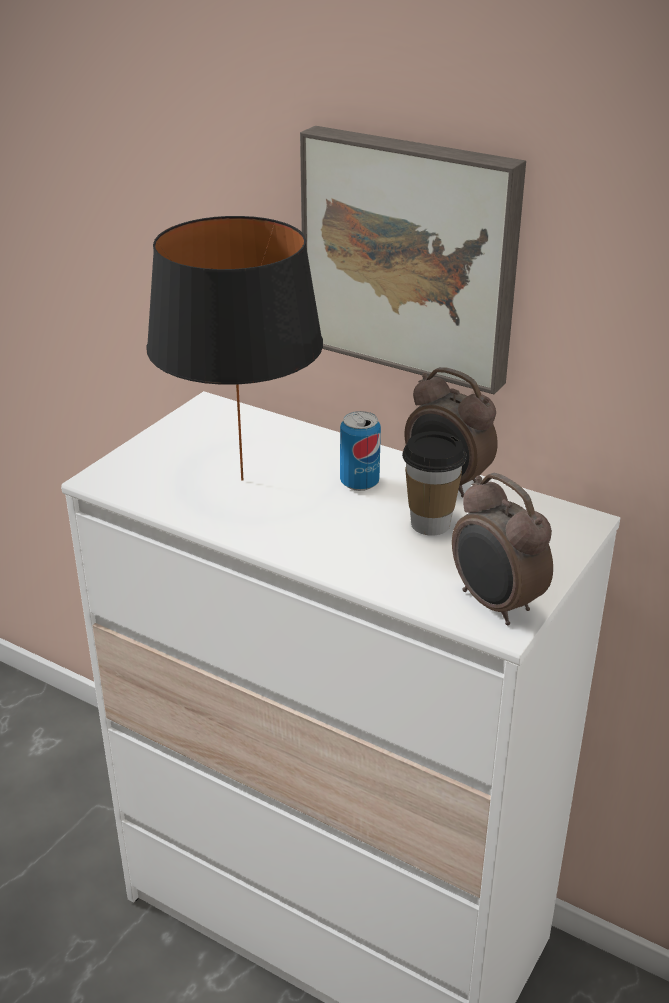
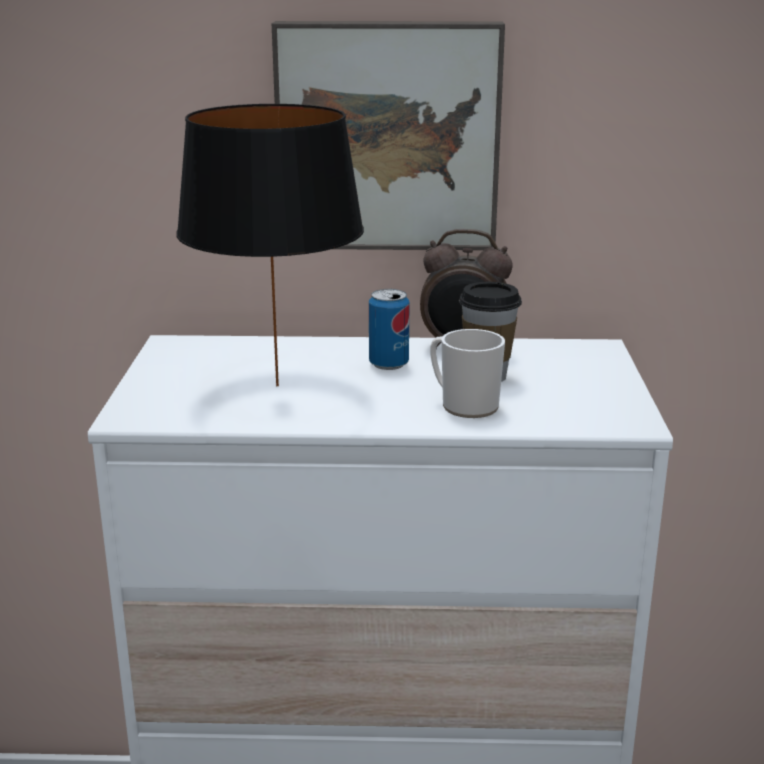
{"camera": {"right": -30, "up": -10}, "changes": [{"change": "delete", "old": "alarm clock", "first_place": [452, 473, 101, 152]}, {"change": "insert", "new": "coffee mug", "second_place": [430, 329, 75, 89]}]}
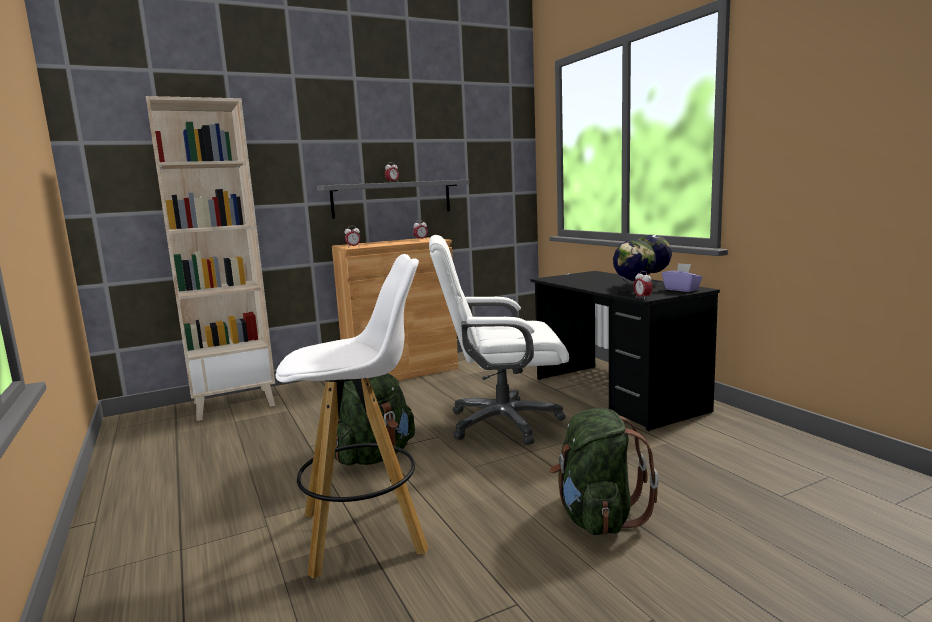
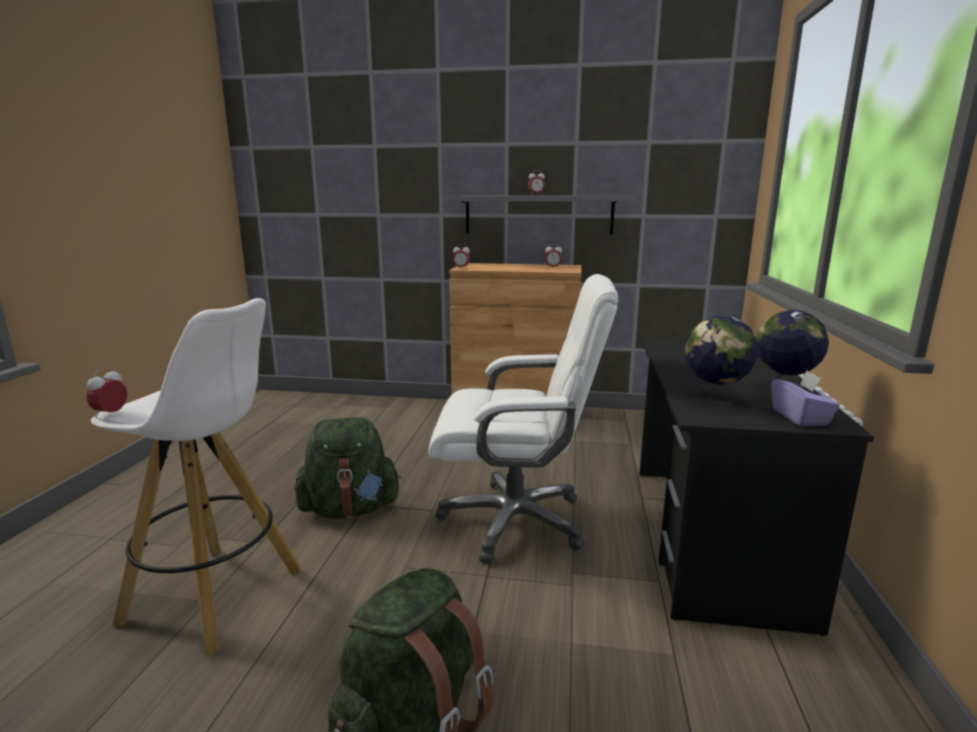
{"camera": {"right": 35, "up": 5}, "changes": [{"change": "delete", "old": "bookshelf/beige", "first_place": [146, 96, 129, 325]}, {"change": "rotate", "old": "computer chair/white", "first_place": [429, 235, 140, 210], "second_place": [429, 274, 189, 290], "degrees": 150}, {"change": "move", "old": "alarm clock", "first_place": [633, 271, 20, 29], "second_place": [87, 367, 40, 51]}]}
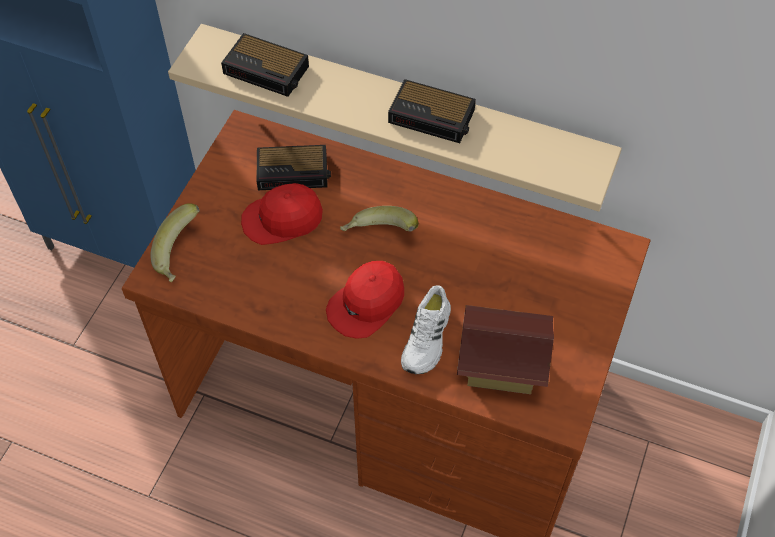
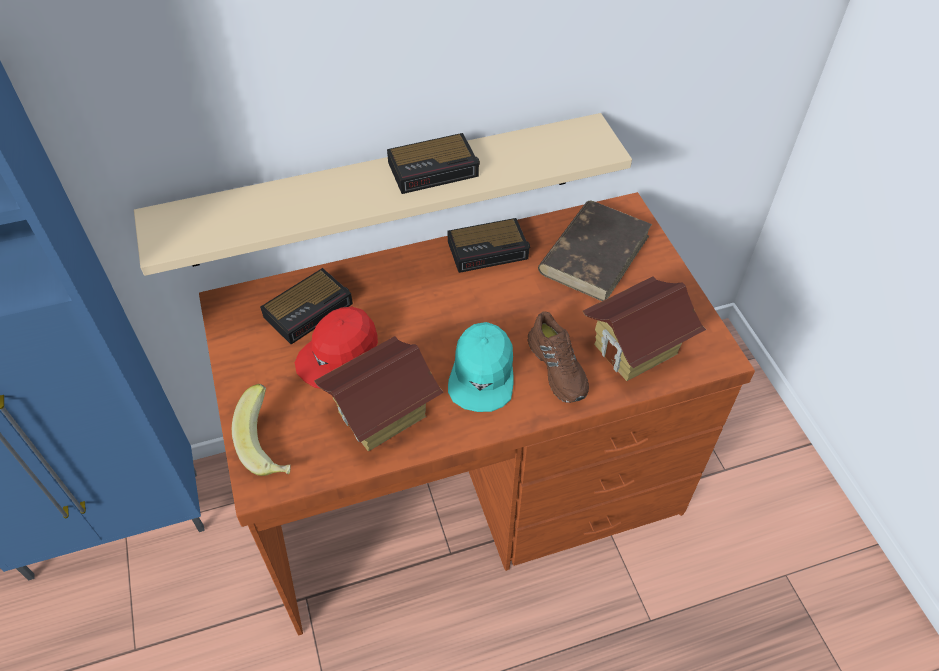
{"camera": {"right": -40, "up": -5}, "changes": [{"change": "move", "old": "alarm clock", "first_place": [221, 33, 88, 64], "second_place": [447, 218, 83, 55]}, {"change": "delete", "old": "whole banana", "first_place": [340, 206, 79, 26]}, {"change": "recolor", "old": "baseball cap/reddish", "new": "baseball cap/blue-green", "first_place": [326, 261, 78, 78], "second_place": [448, 322, 66, 90]}, {"change": "recolor", "old": "item of footwear/white", "new": "item of footwear/brown", "first_place": [401, 285, 50, 89], "second_place": [528, 312, 61, 91]}, {"change": "insert", "new": "bound book/brown", "second_place": [538, 200, 114, 101]}, {"change": "insert", "new": "model house", "second_place": [314, 336, 130, 115]}]}
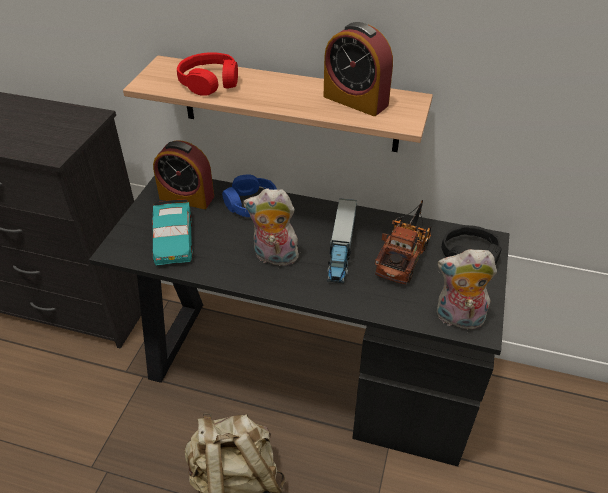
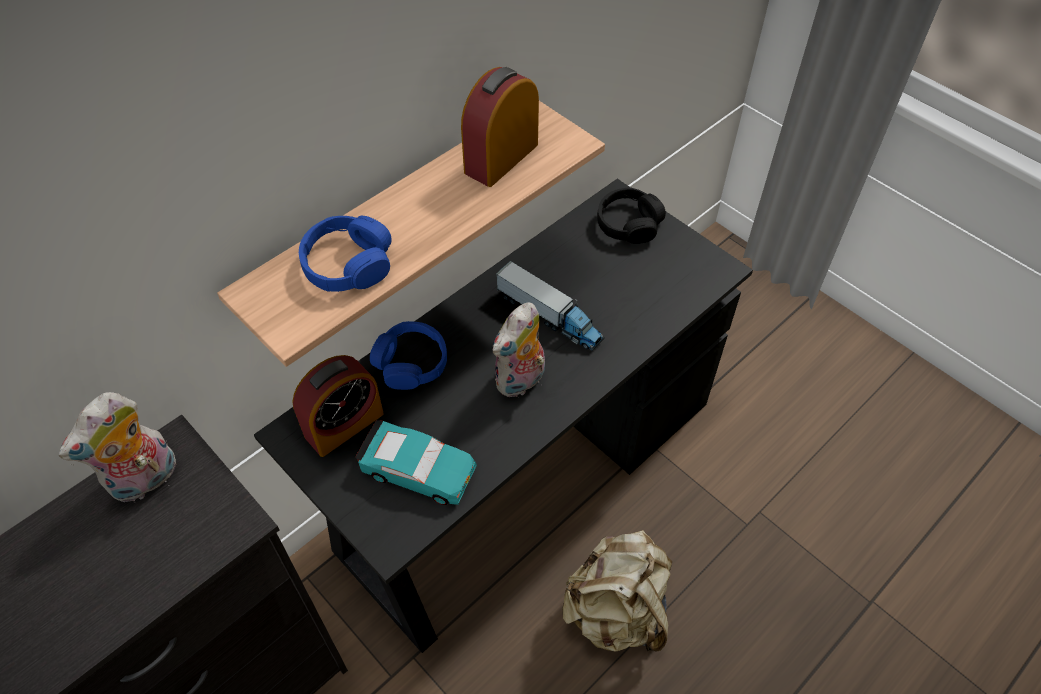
{"camera": {"right": -60, "up": 10}, "changes": [{"change": "rotate", "old": "alarm clock", "first_place": [323, 22, 70, 94], "second_place": [461, 67, 78, 120], "degrees": 150}, {"change": "recolor", "old": "pair of headphones/reddish", "new": "pair of headphones/blue-coloured", "first_place": [177, 52, 61, 44], "second_place": [299, 216, 93, 76]}, {"change": "delete", "old": "toy truck", "first_place": [375, 200, 56, 84]}, {"change": "move", "old": "soft toy", "first_place": [437, 249, 60, 81], "second_place": [59, 392, 118, 110]}]}
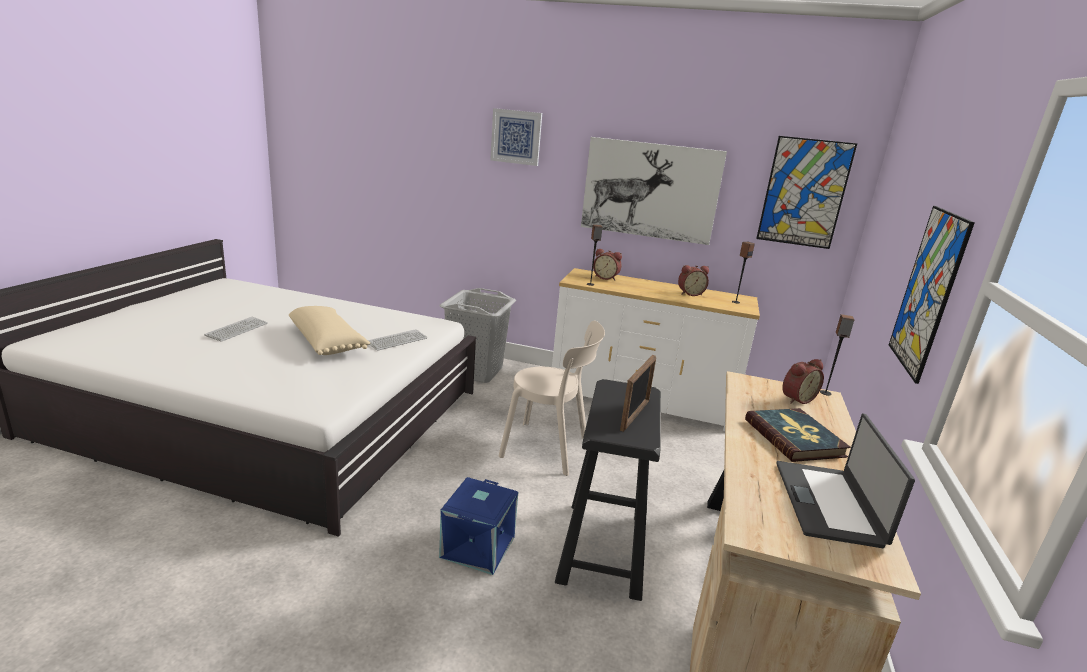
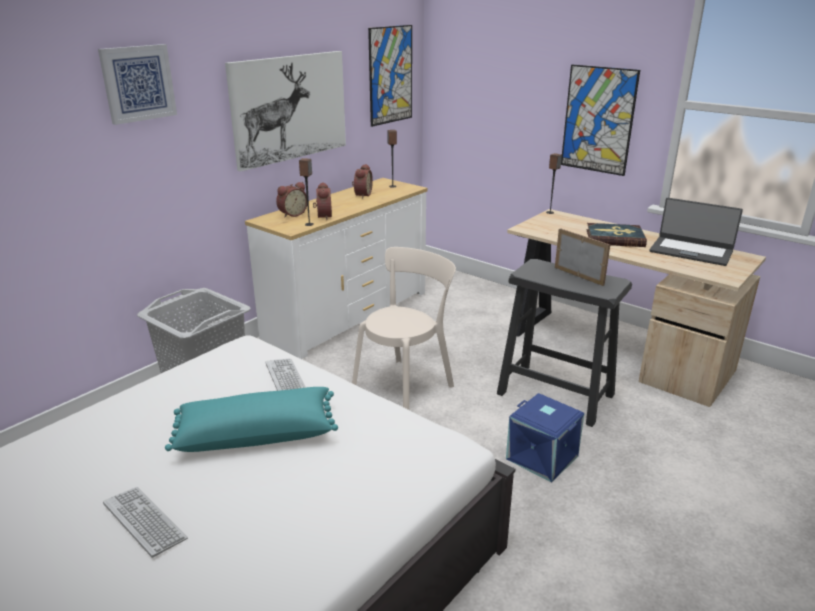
{"camera": {"right": -65, "up": 5}, "changes": [{"change": "recolor", "old": "throw pillow/beige", "new": "throw pillow/blue-green", "first_place": [289, 306, 81, 49], "second_place": [165, 387, 173, 65]}, {"change": "move", "old": "alarm clock", "first_place": [782, 359, 42, 45], "second_place": [313, 182, 19, 38]}]}
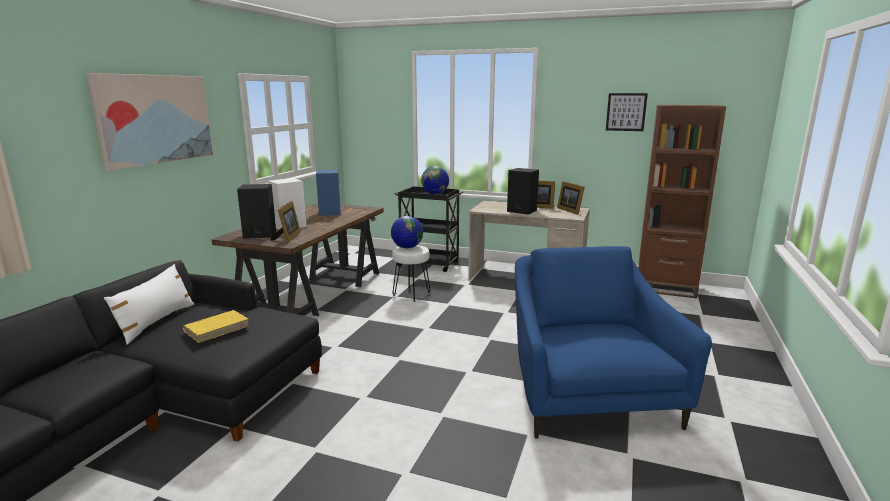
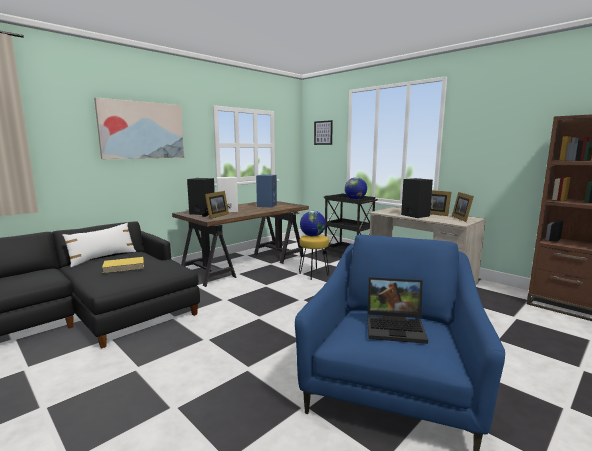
{"camera": {"right": 25, "up": -5}, "changes": [{"change": "move", "old": "wall art", "first_place": [606, 93, 42, 38], "second_place": [314, 120, 19, 25]}, {"change": "recolor", "old": "stool/white", "new": "stool/yellowish", "first_place": [392, 245, 39, 57], "second_place": [299, 235, 30, 45]}, {"change": "insert", "new": "laptop", "second_place": [367, 277, 61, 67]}]}
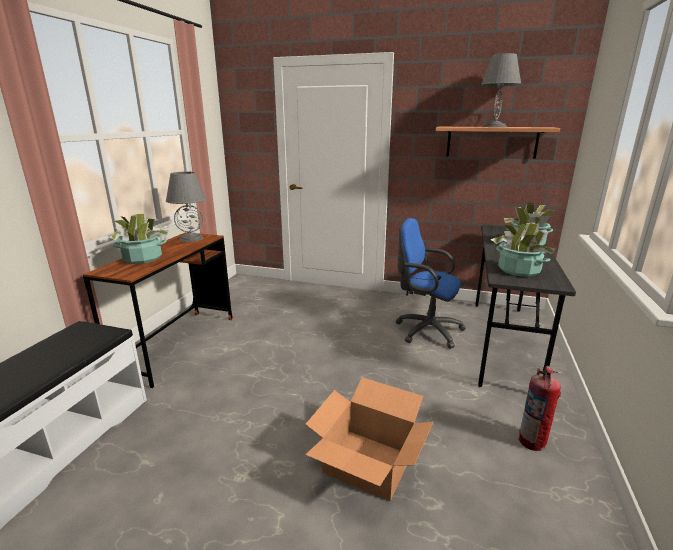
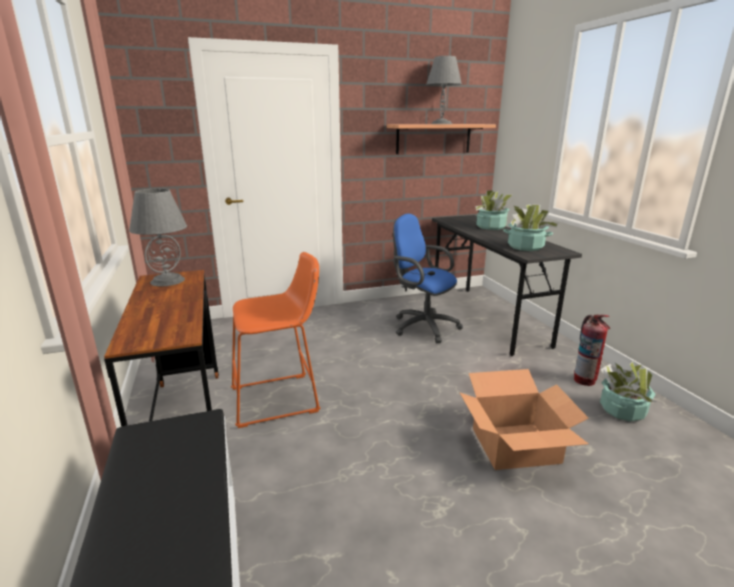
{"camera": {"right": -35, "up": 0}, "changes": [{"change": "move", "old": "houseplant", "first_place": [109, 213, 59, 51], "second_place": [600, 361, 56, 60]}, {"change": "rotate", "old": "computer chair/blue-coloured", "first_place": [396, 218, 70, 131], "second_place": [393, 214, 70, 129], "degrees": 45}, {"change": "insert", "new": "stool/orangey", "second_place": [231, 252, 89, 176]}]}
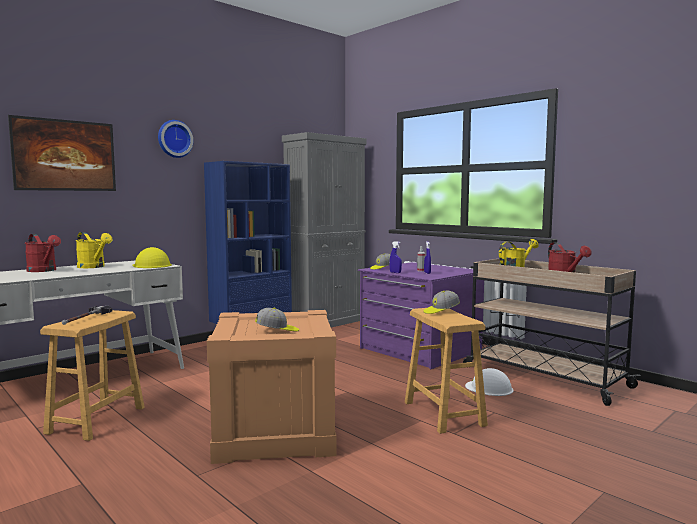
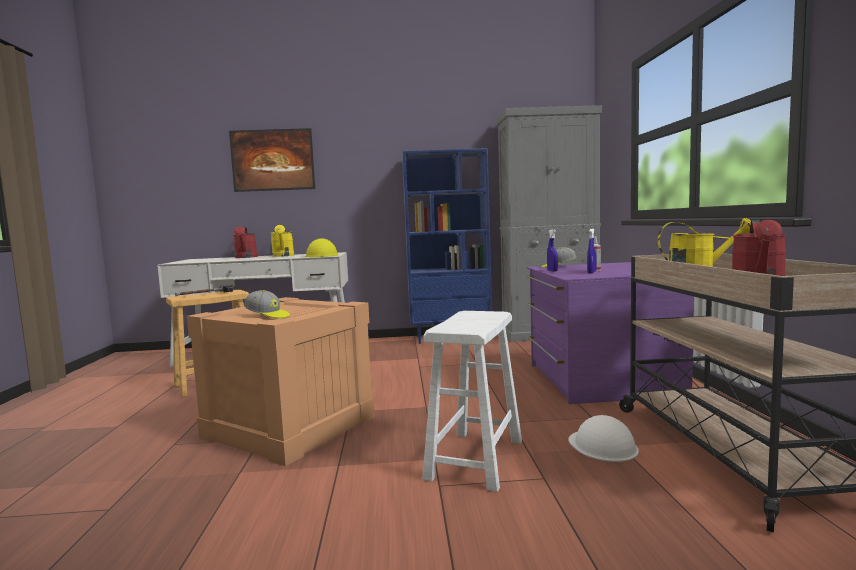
{"camera": {"right": 40, "up": 0}, "changes": [{"change": "delete", "old": "hanging clock", "first_place": [158, 120, 35, 38]}, {"change": "delete", "old": "baseball cap", "first_place": [423, 291, 37, 23]}, {"change": "recolor", "old": "stool/brown", "new": "stool/white", "first_place": [405, 308, 83, 126], "second_place": [422, 311, 100, 181]}]}
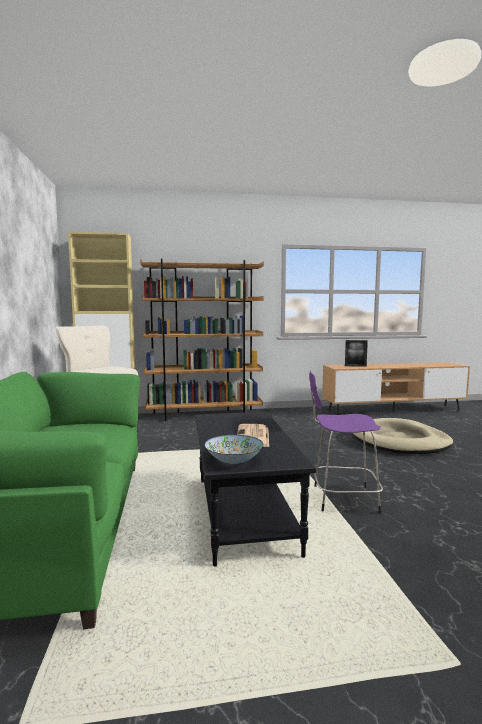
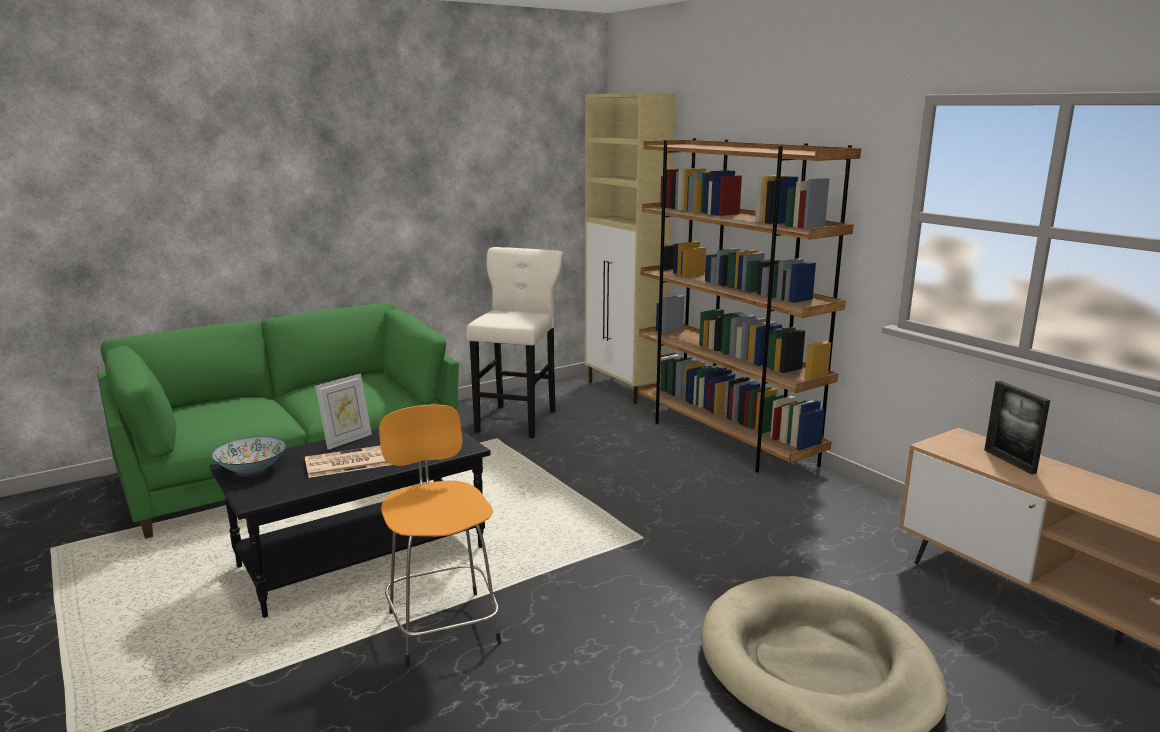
{"camera": {"right": 65, "up": 10}, "changes": [{"change": "recolor", "old": "stool/purple-coloured", "new": "stool/orangey", "first_place": [309, 371, 74, 142], "second_place": [379, 404, 122, 263]}, {"change": "insert", "new": "standing frame", "second_place": [315, 373, 57, 77]}]}
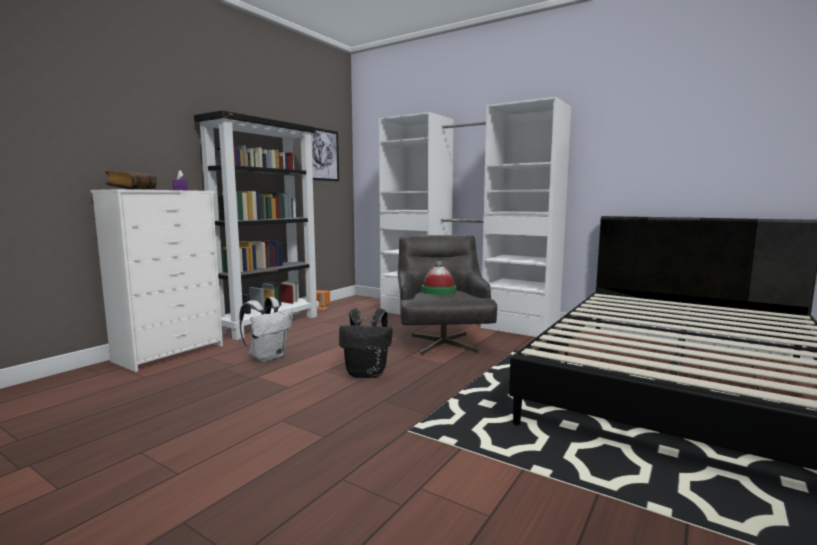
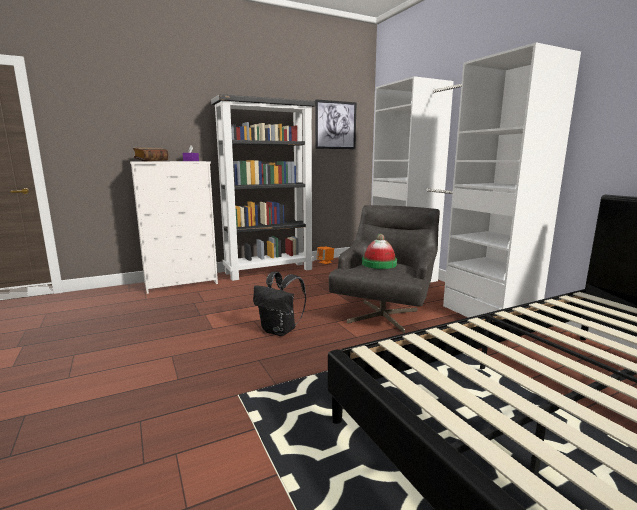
{"camera": {"right": 30, "up": 5}, "changes": [{"change": "delete", "old": "rucksack/white", "first_place": [239, 297, 54, 65]}]}
